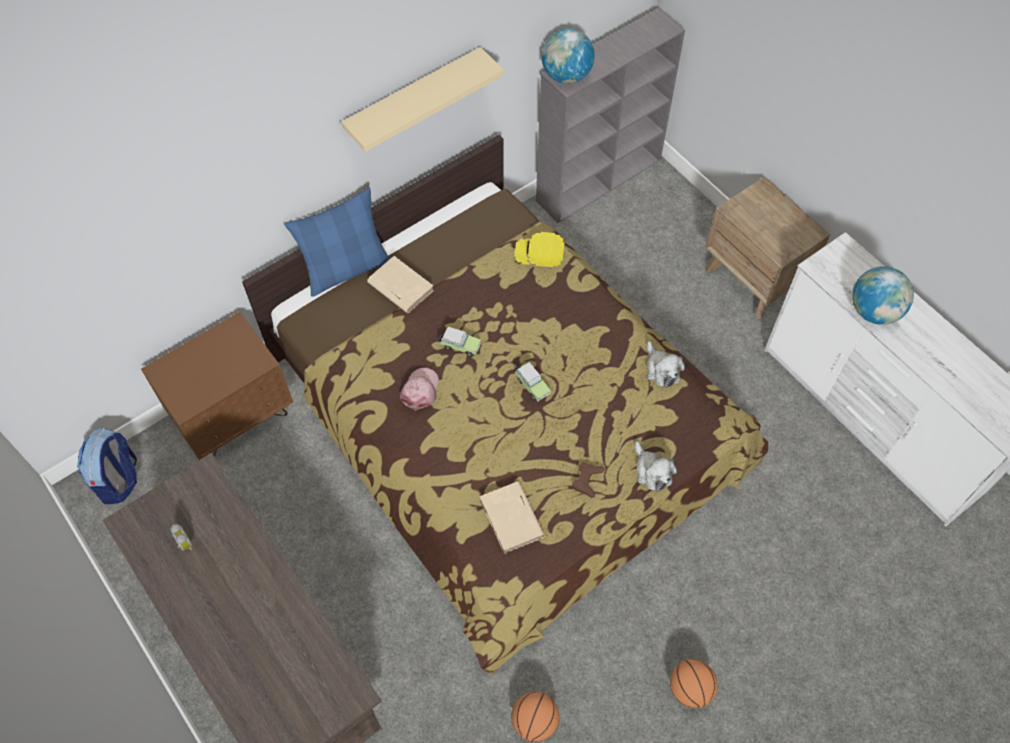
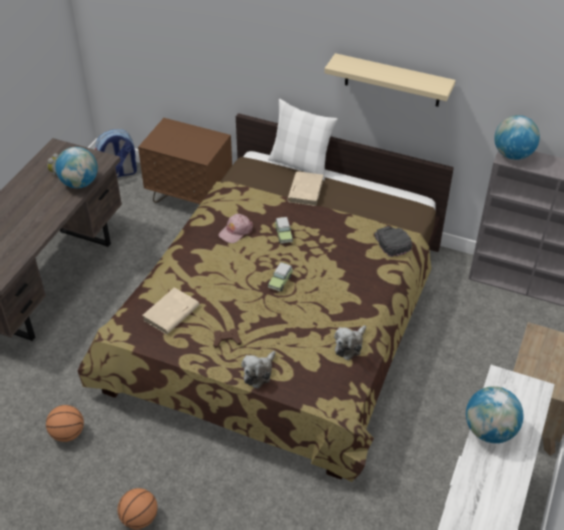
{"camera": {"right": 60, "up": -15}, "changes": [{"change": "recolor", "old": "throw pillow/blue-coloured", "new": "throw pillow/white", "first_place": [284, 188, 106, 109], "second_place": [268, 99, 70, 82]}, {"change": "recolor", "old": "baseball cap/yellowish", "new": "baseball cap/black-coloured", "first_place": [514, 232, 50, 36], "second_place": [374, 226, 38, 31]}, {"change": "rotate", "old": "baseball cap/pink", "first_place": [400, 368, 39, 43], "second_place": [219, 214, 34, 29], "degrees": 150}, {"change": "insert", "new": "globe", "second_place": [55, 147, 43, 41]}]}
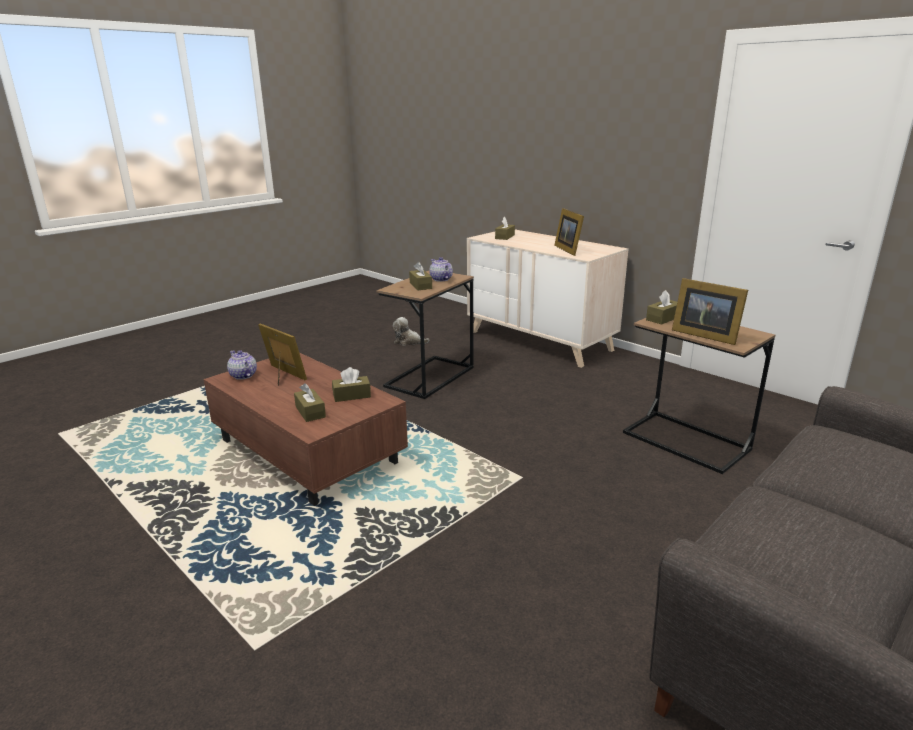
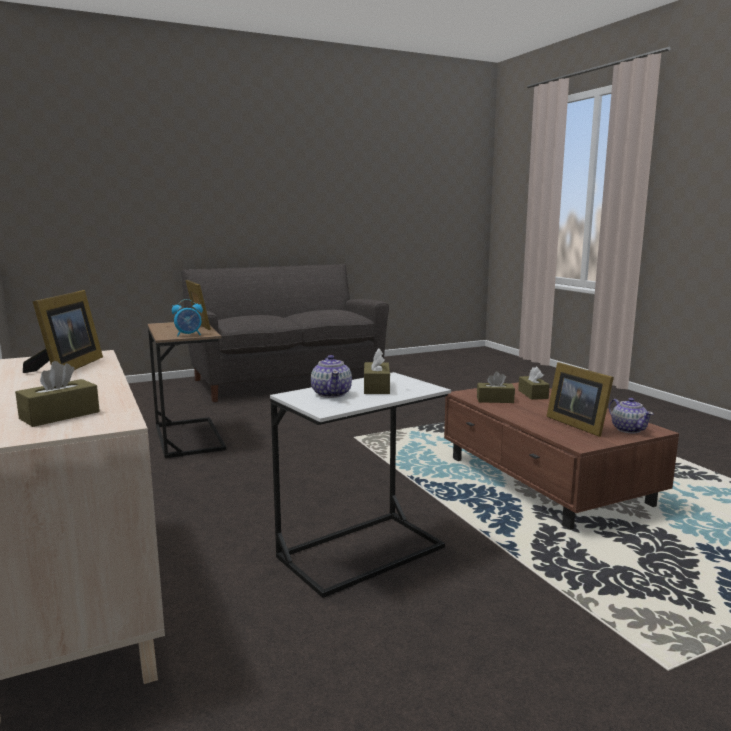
{"camera": {"right": -160, "up": -10}, "changes": [{"change": "recolor", "old": "side table/brown", "new": "side table/white", "first_place": [376, 270, 98, 129], "second_place": [270, 372, 181, 226]}, {"change": "replace", "old": "tissue box/brown", "new": "alarm clock", "first_place": [646, 290, 31, 35], "second_place": [172, 299, 31, 38]}, {"change": "delete", "old": "soft toy", "first_place": [392, 317, 37, 29]}]}
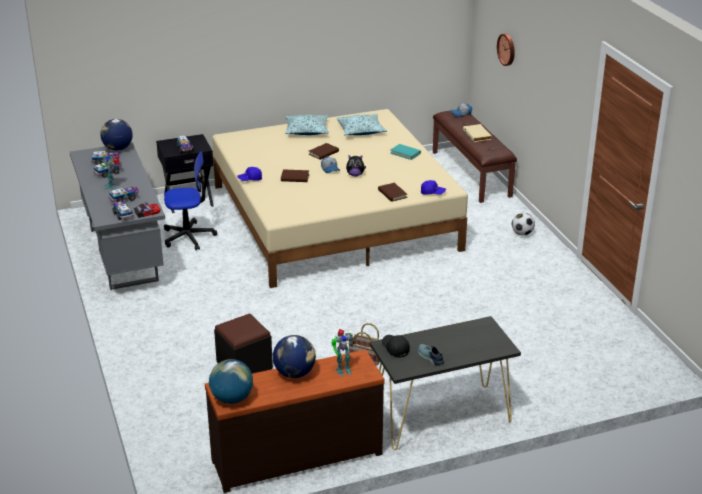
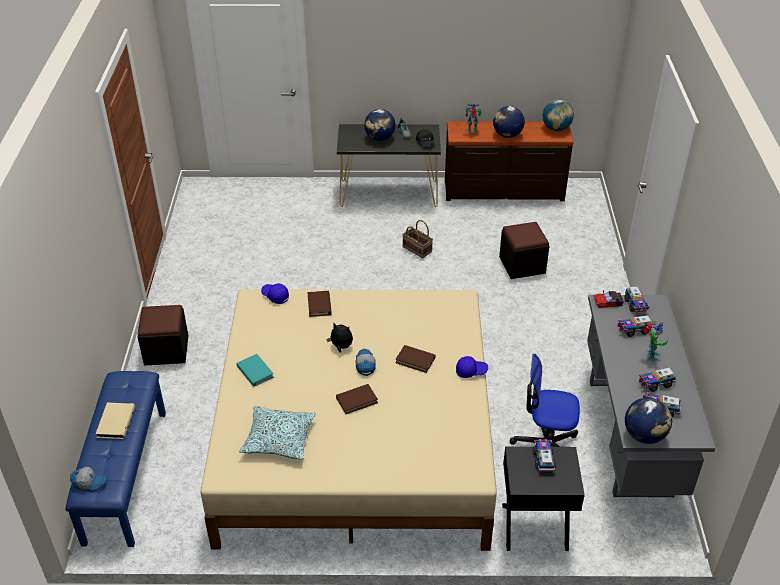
{"camera": {"right": -160, "up": 10}, "changes": [{"change": "delete", "old": "hanging clock", "first_place": [497, 34, 18, 32]}, {"change": "recolor", "old": "bench/brown", "new": "bench/blue-coloured", "first_place": [433, 111, 84, 92], "second_place": [66, 371, 100, 176]}, {"change": "delete", "old": "throw pillow", "first_place": [285, 115, 44, 20]}, {"change": "replace", "old": "ball for football", "new": "footrest/black-coloured", "first_place": [512, 213, 23, 22], "second_place": [138, 305, 50, 60]}, {"change": "insert", "new": "globe", "second_place": [364, 109, 32, 32]}]}
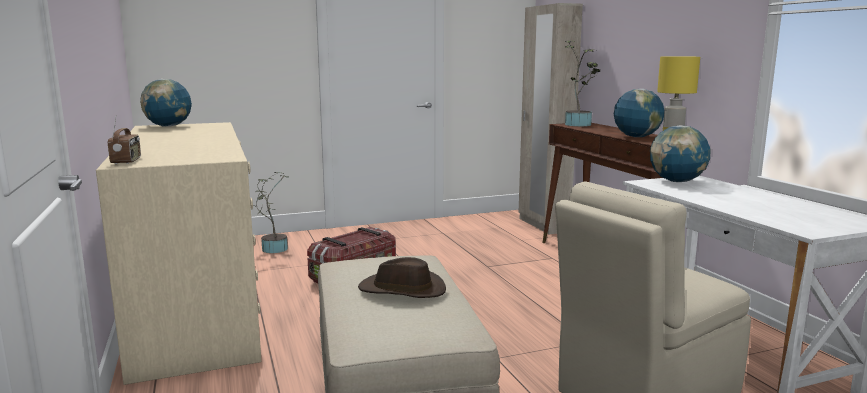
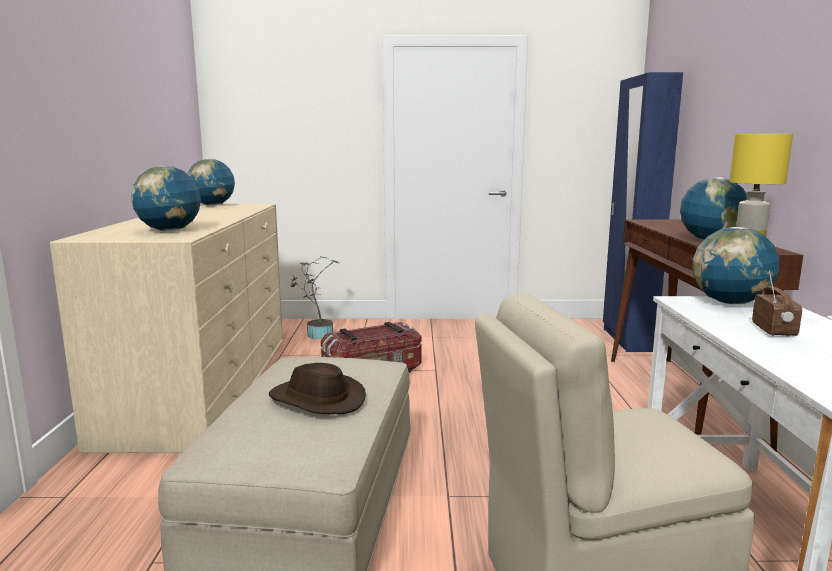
{"camera": {"right": 20, "up": 0}, "changes": [{"change": "recolor", "old": "armoire/beige", "new": "armoire/blue-coloured", "first_place": [519, 3, 64, 231], "second_place": [603, 72, 80, 280]}, {"change": "delete", "old": "houseplant", "first_place": [565, 40, 36, 86]}, {"change": "move", "old": "radio receiver", "first_place": [108, 115, 33, 49], "second_place": [752, 270, 50, 67]}, {"change": "insert", "new": "globe", "second_place": [131, 166, 70, 65]}]}
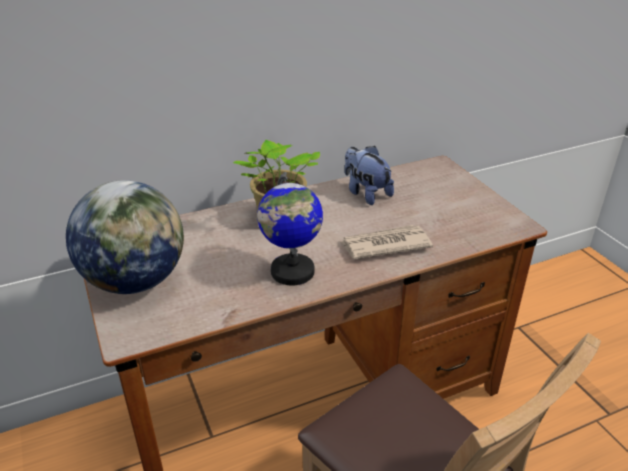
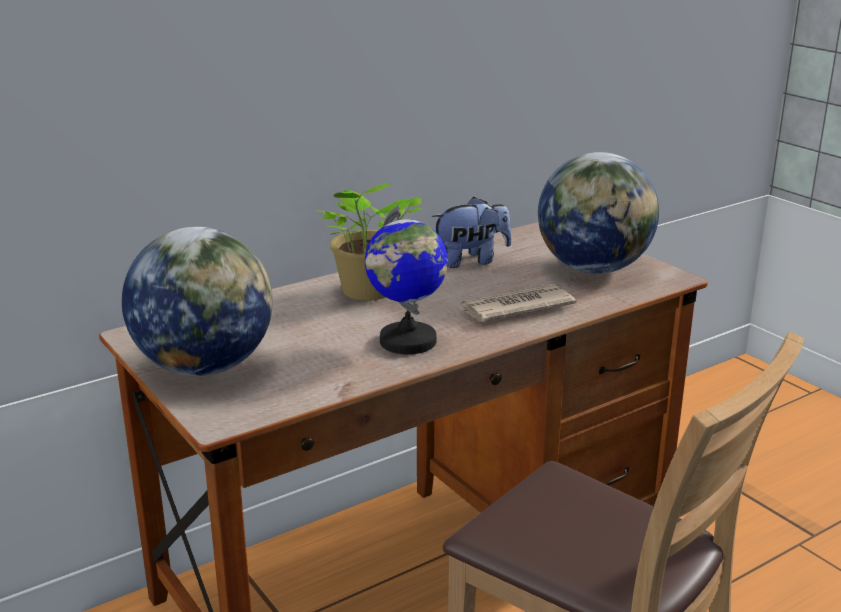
{"camera": {"right": -10, "up": -10}, "changes": [{"change": "rotate", "old": "soft toy", "first_place": [345, 146, 49, 59], "second_place": [432, 197, 80, 71], "degrees": 120}, {"change": "insert", "new": "globe", "second_place": [538, 152, 121, 122]}]}
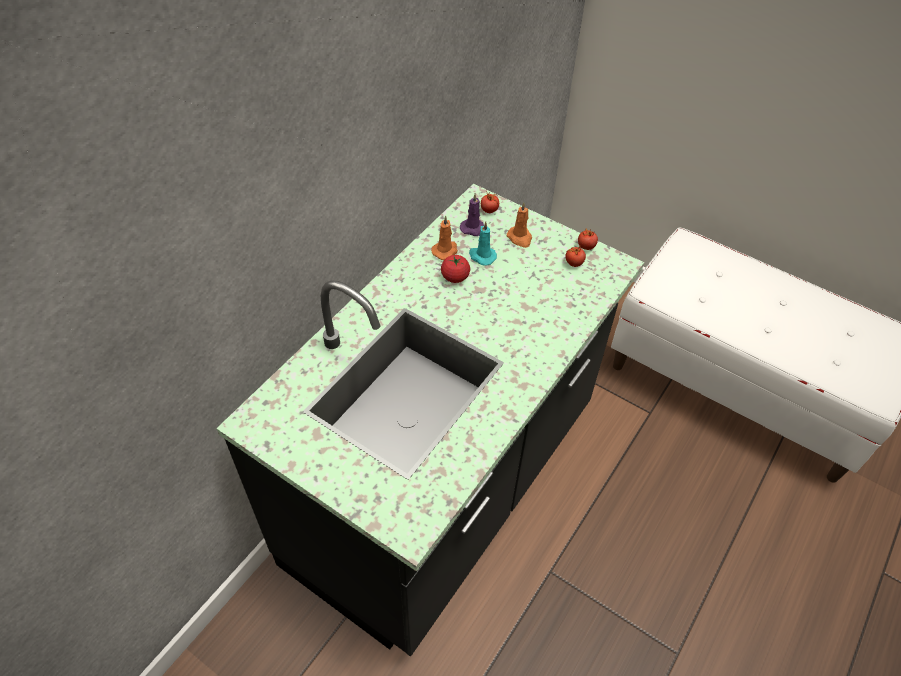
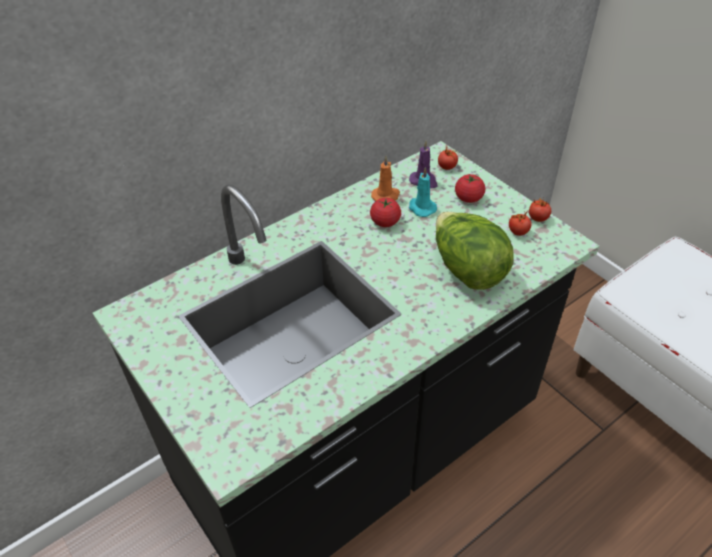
{"camera": {"right": 20, "up": -5}, "changes": [{"change": "replace", "old": "wax light/orangey", "new": "fresh tomato", "first_place": [507, 202, 25, 46], "second_place": [455, 174, 30, 29]}, {"change": "insert", "new": "lettuce", "second_place": [436, 212, 77, 78]}]}
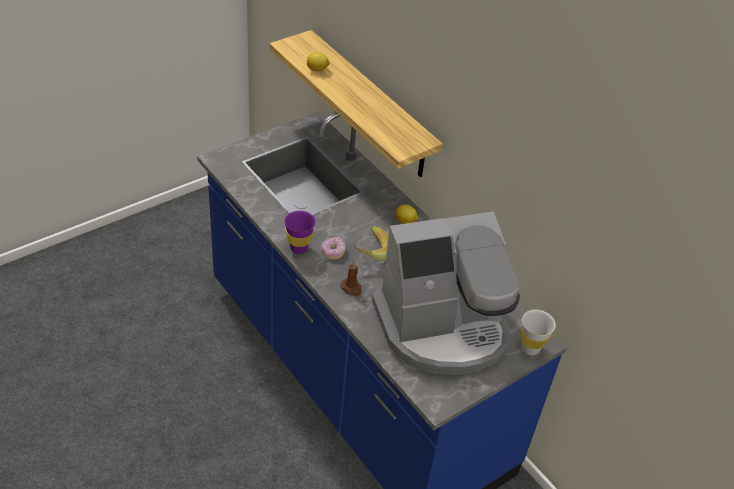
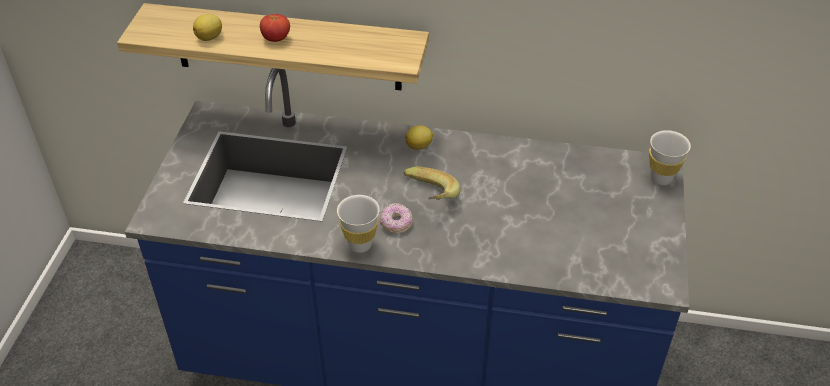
{"camera": {"right": -40, "up": 0}, "changes": [{"change": "recolor", "old": "cup/purple-coloured", "new": "cup/white", "first_place": [284, 211, 32, 43], "second_place": [337, 195, 43, 58]}, {"change": "delete", "old": "coffee maker", "first_place": [372, 211, 148, 163]}, {"change": "delete", "old": "wax light/brown", "first_place": [340, 261, 22, 35]}, {"change": "insert", "new": "fresh tomato", "second_place": [260, 14, 30, 28]}]}
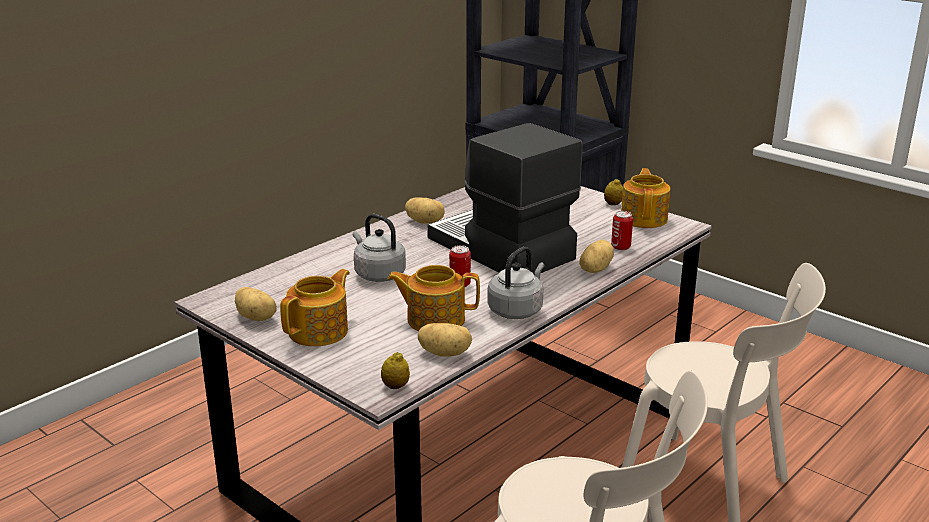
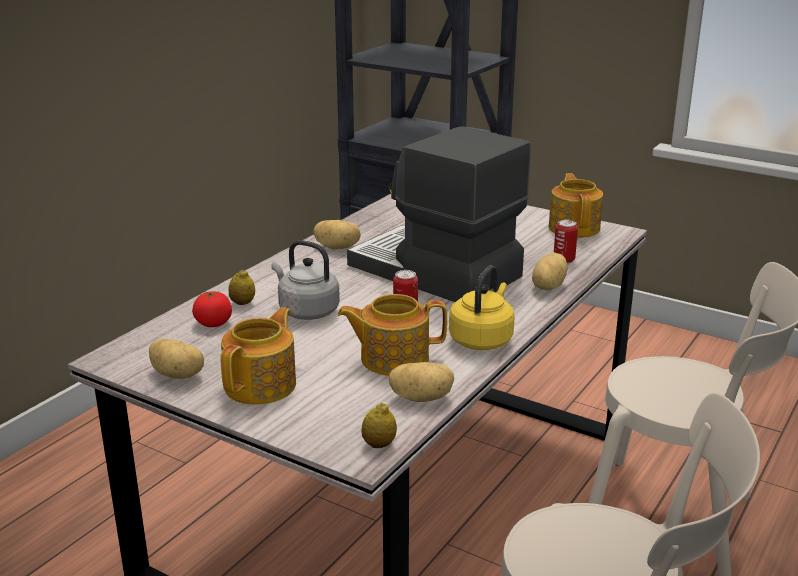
{"camera": {"right": -10, "up": 0}, "changes": [{"change": "move", "old": "whole lemon", "first_place": [604, 179, 19, 26], "second_place": [228, 270, 27, 35]}, {"change": "recolor", "old": "kettle/greyish", "new": "kettle/yellowish", "first_place": [487, 247, 57, 72], "second_place": [449, 265, 66, 85]}, {"change": "insert", "new": "fresh tomato", "second_place": [192, 291, 40, 36]}]}
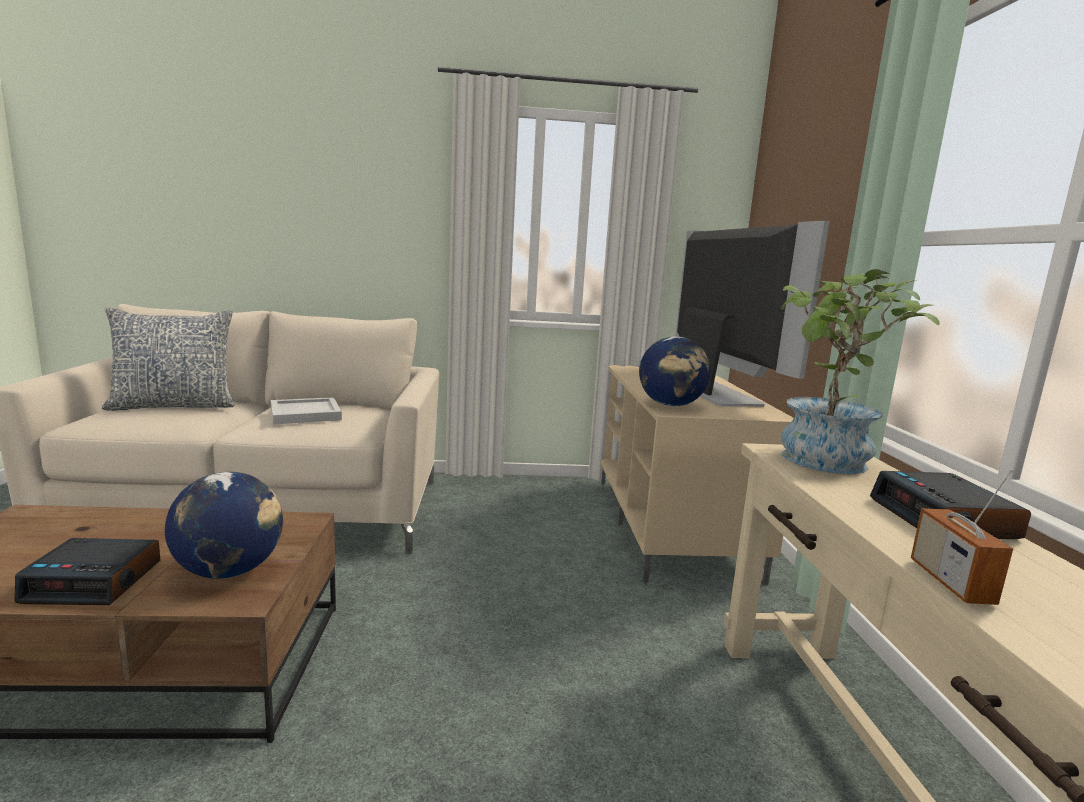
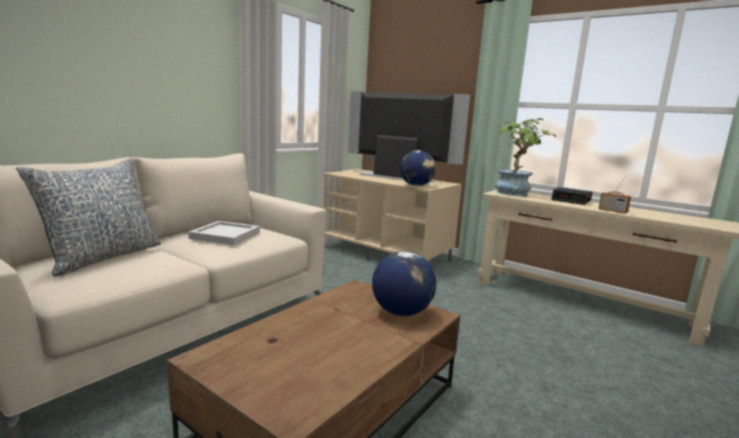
{"camera": {"right": -50, "up": 0}, "changes": [{"change": "delete", "old": "alarm clock", "first_place": [14, 538, 146, 67]}]}
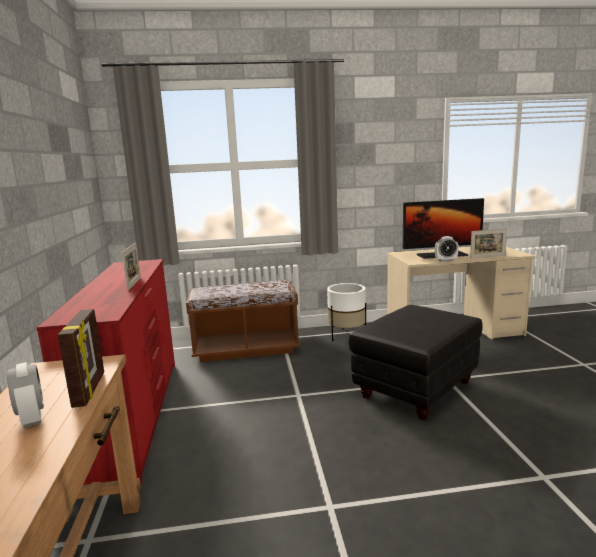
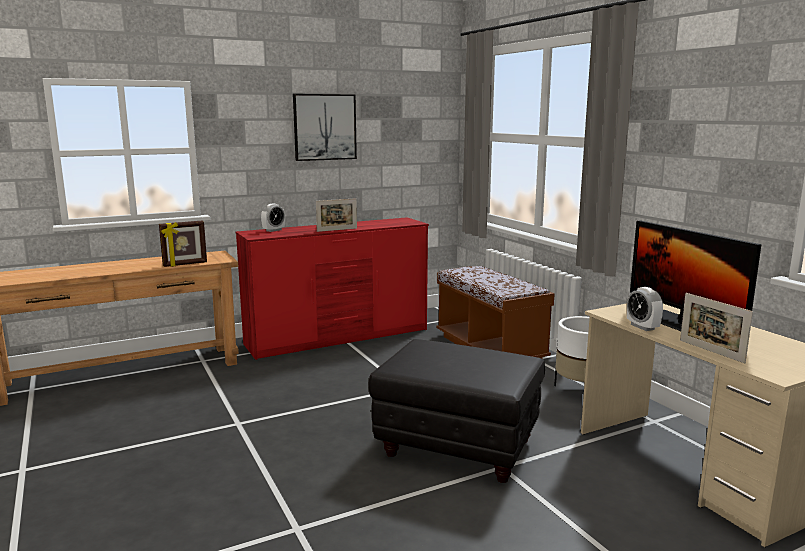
{"camera": {"right": 70, "up": 0}, "changes": [{"change": "move", "old": "alarm clock", "first_place": [7, 362, 37, 66], "second_place": [261, 204, 24, 28]}, {"change": "insert", "new": "wall art", "second_place": [293, 94, 64, 67]}]}
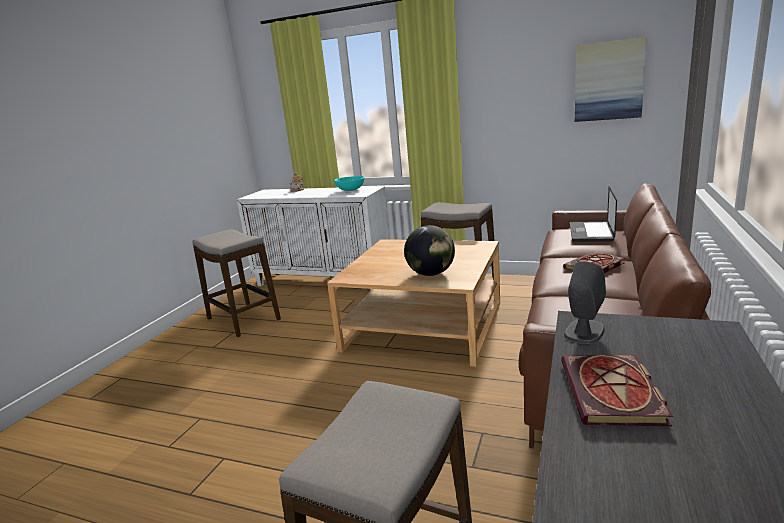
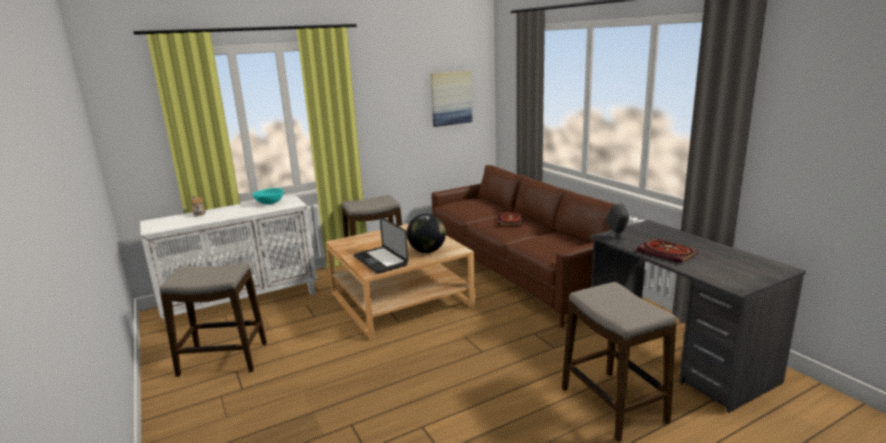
{"camera": {"right": -50, "up": 0}, "changes": [{"change": "move", "old": "laptop", "first_place": [570, 187, 47, 55], "second_place": [354, 217, 54, 57]}]}
